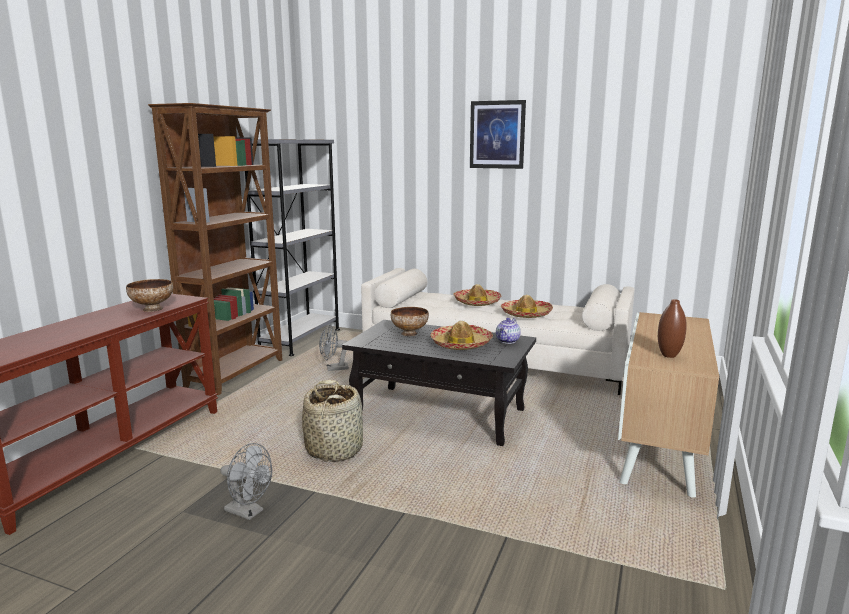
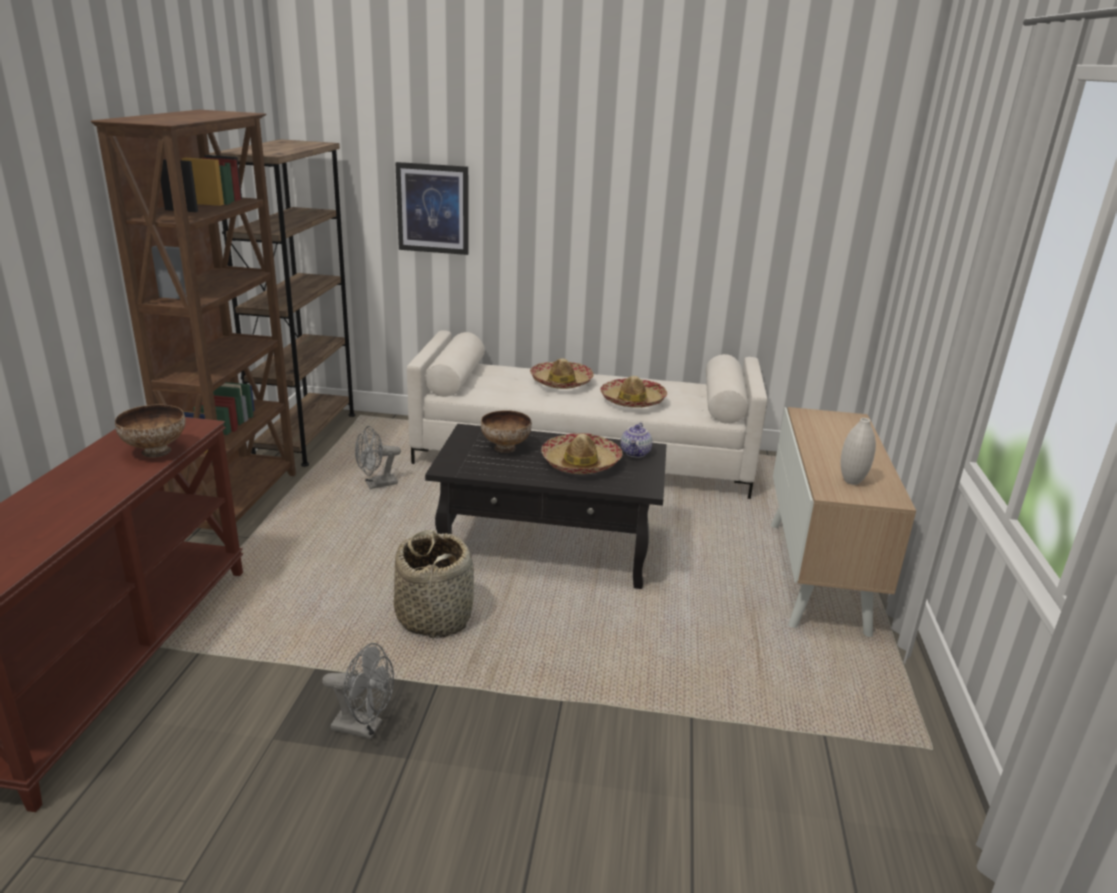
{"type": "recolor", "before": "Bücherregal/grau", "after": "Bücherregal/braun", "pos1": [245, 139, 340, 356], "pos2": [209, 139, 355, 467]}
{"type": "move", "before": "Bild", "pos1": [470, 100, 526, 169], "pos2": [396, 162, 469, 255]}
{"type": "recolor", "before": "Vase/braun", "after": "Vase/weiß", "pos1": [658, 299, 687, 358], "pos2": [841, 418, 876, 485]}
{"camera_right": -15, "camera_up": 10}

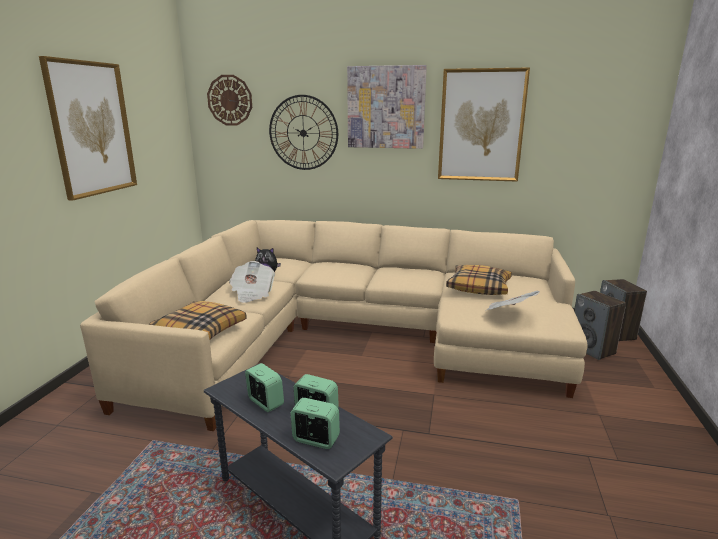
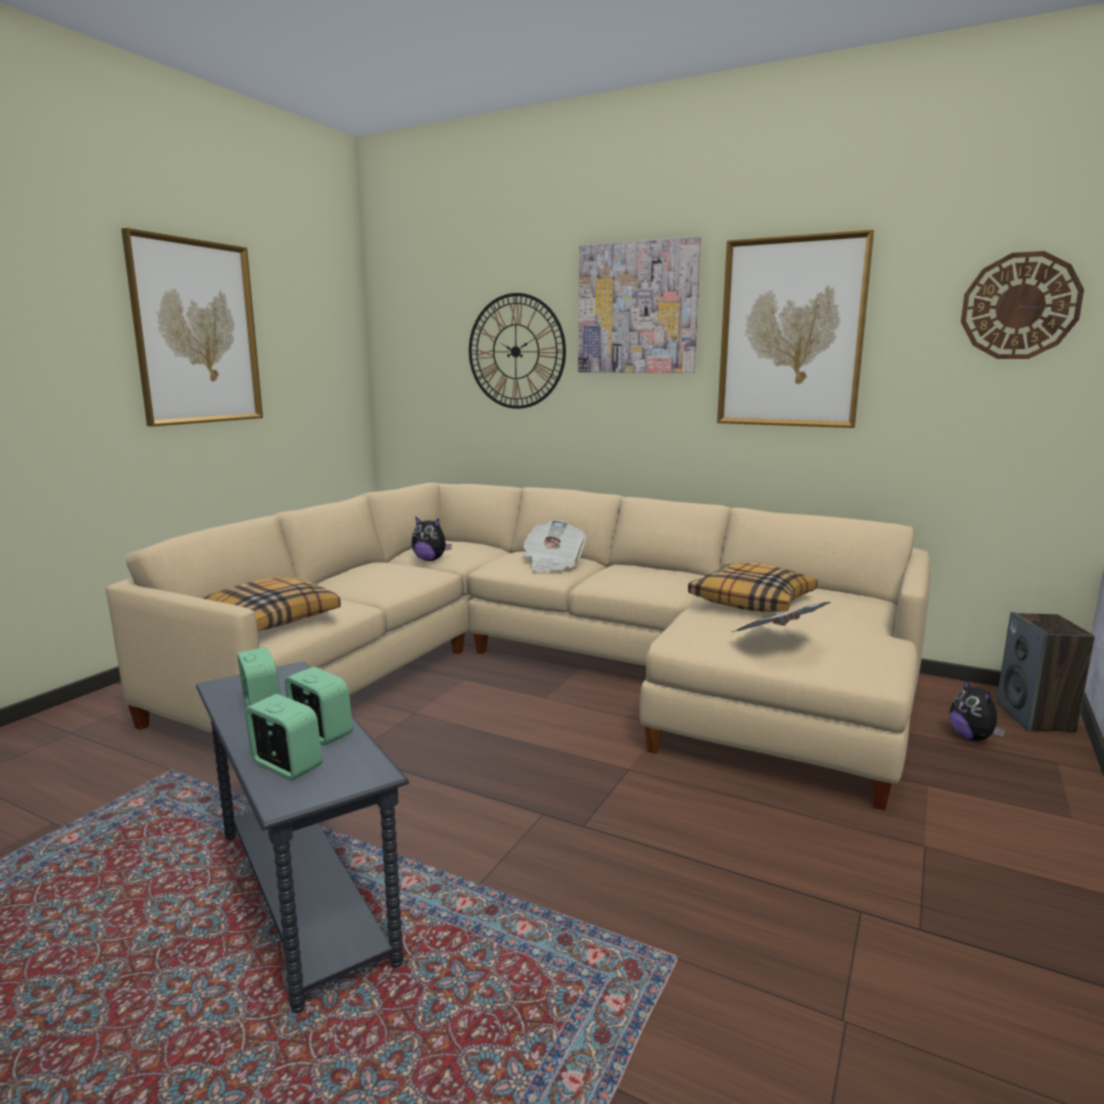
{"type": "move", "before": "Zeitung", "pos1": [229, 261, 275, 303], "pos2": [523, 520, 587, 572]}
{"type": "replace", "before": "Lautsprecher", "after": "Plüschtier", "pos1": [574, 291, 626, 360], "pos2": [949, 678, 1005, 741]}
{"type": "move", "before": "Wanduhr", "pos1": [207, 75, 252, 125], "pos2": [961, 251, 1084, 359]}
{"camera_right": 15, "camera_up": -5}

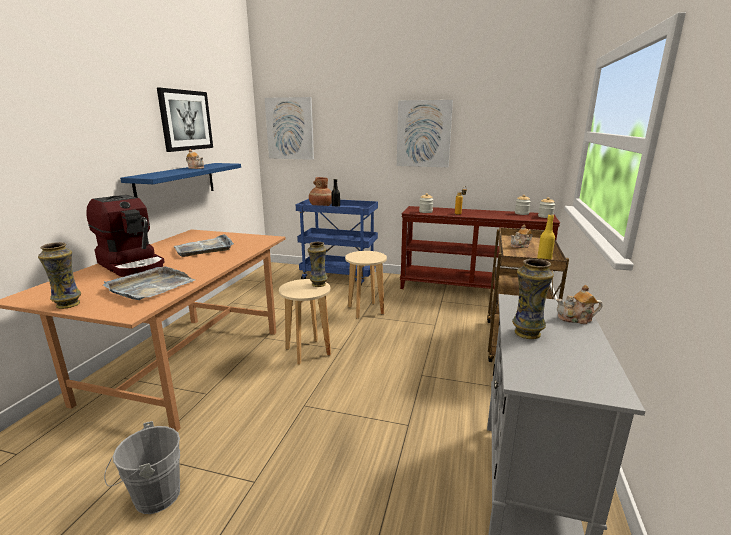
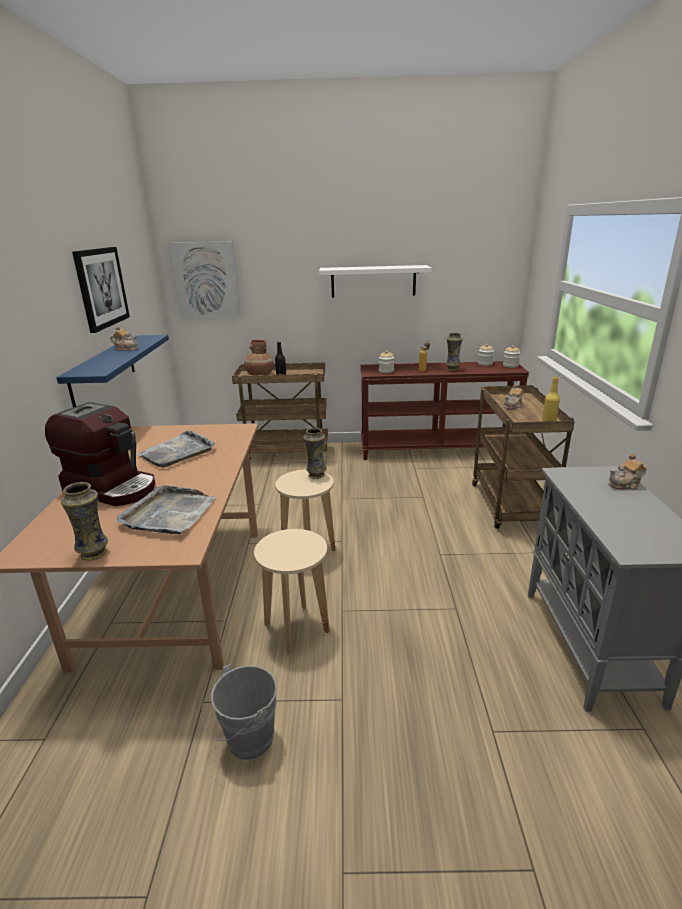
{"type": "recolor", "before": "Rollwagen/blau", "after": "Rollwagen/braun", "pos1": [296, 199, 378, 285], "pos2": [232, 362, 328, 460]}
{"type": "move", "before": "Hocker/beige", "pos1": [345, 251, 387, 319], "pos2": [254, 529, 330, 653]}
{"type": "replace", "before": "Bild", "after": "Wandregal/weiß", "pos1": [397, 100, 453, 167], "pos2": [319, 265, 432, 298]}
{"type": "move", "before": "Vase", "pos1": [512, 259, 554, 339], "pos2": [446, 333, 462, 371]}
{"camera_right": -15, "camera_up": 5}

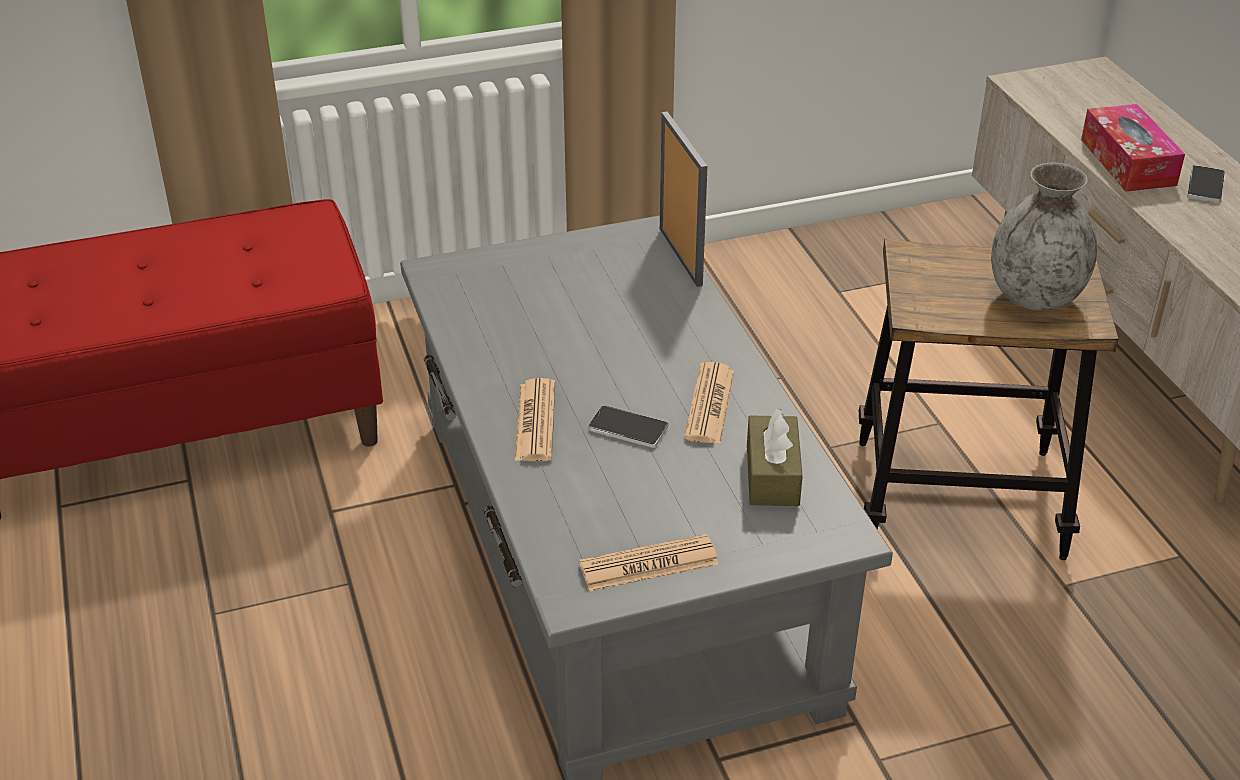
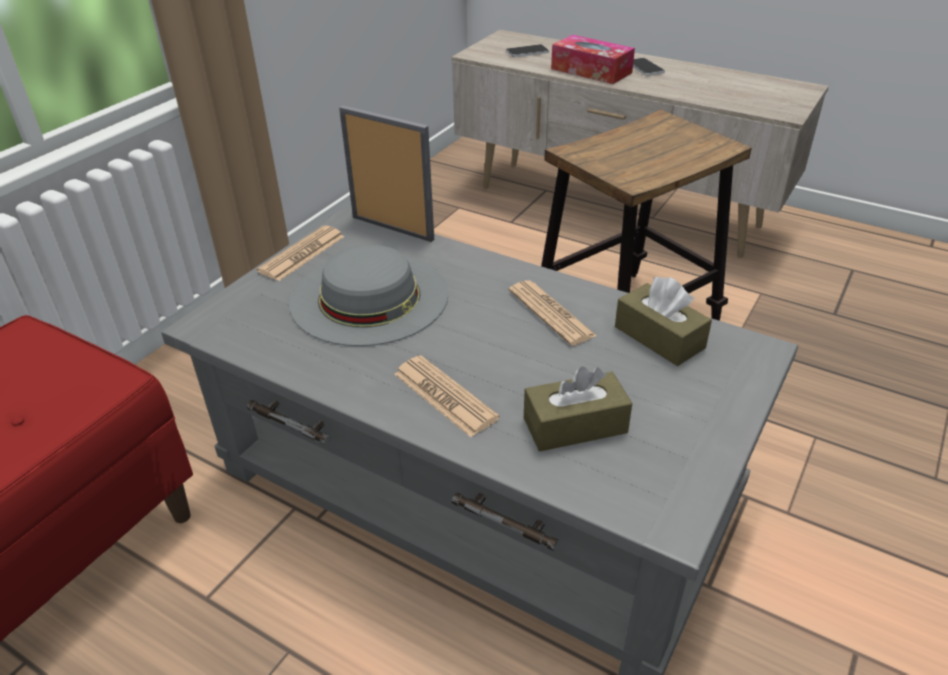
{"type": "move", "before": "Zeitung", "pos1": [579, 534, 719, 591], "pos2": [257, 226, 345, 281]}
{"type": "insert", "after": "Hut/grau", "pos2": [289, 245, 448, 346]}
{"type": "move", "before": "Handy", "pos1": [588, 405, 668, 448], "pos2": [506, 44, 549, 57]}
{"type": "insert", "after": "Taschentuchbox/braun", "pos2": [524, 367, 632, 451]}
{"type": "delete", "before": "Vase/grau", "pos1": [991, 163, 1097, 311]}
{"camera_right": -40, "camera_up": 0}

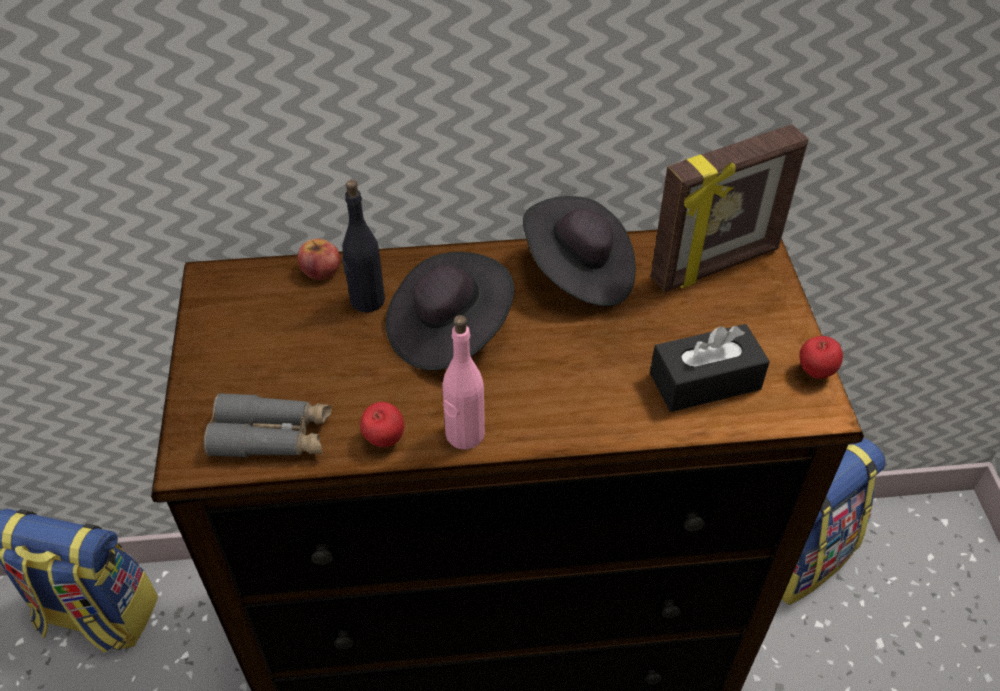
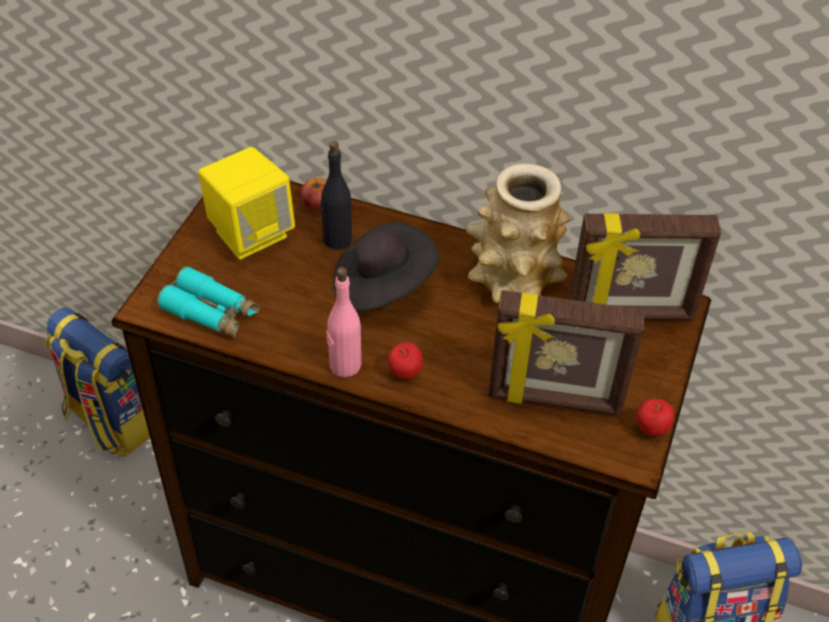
{"type": "recolor", "before": "Fernglas/grau", "after": "Fernglas/türkis", "pos1": [204, 392, 332, 458], "pos2": [157, 266, 260, 338]}
{"type": "insert", "after": "Lautsprecher/gelb", "pos2": [198, 147, 295, 260]}
{"type": "move", "before": "Apfel", "pos1": [360, 402, 405, 447], "pos2": [388, 342, 423, 379]}
{"type": "replace", "before": "Hut/schwarz", "after": "Vase", "pos1": [523, 196, 636, 306], "pos2": [466, 164, 570, 303]}
{"type": "replace", "before": "Taschentuchbox/schwarz", "after": "Bilderrahmen", "pos1": [650, 324, 770, 412], "pos2": [488, 290, 645, 416]}
{"camera_right": 25, "camera_up": 0}

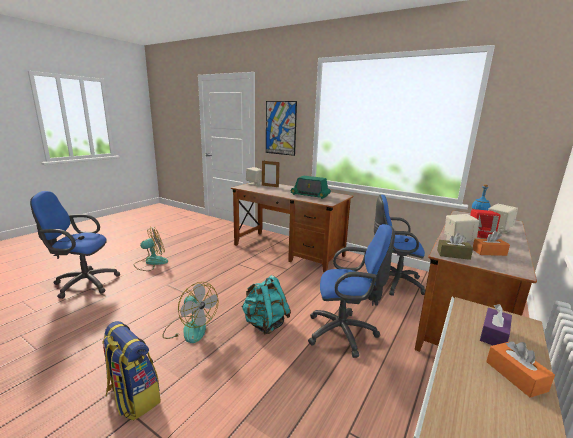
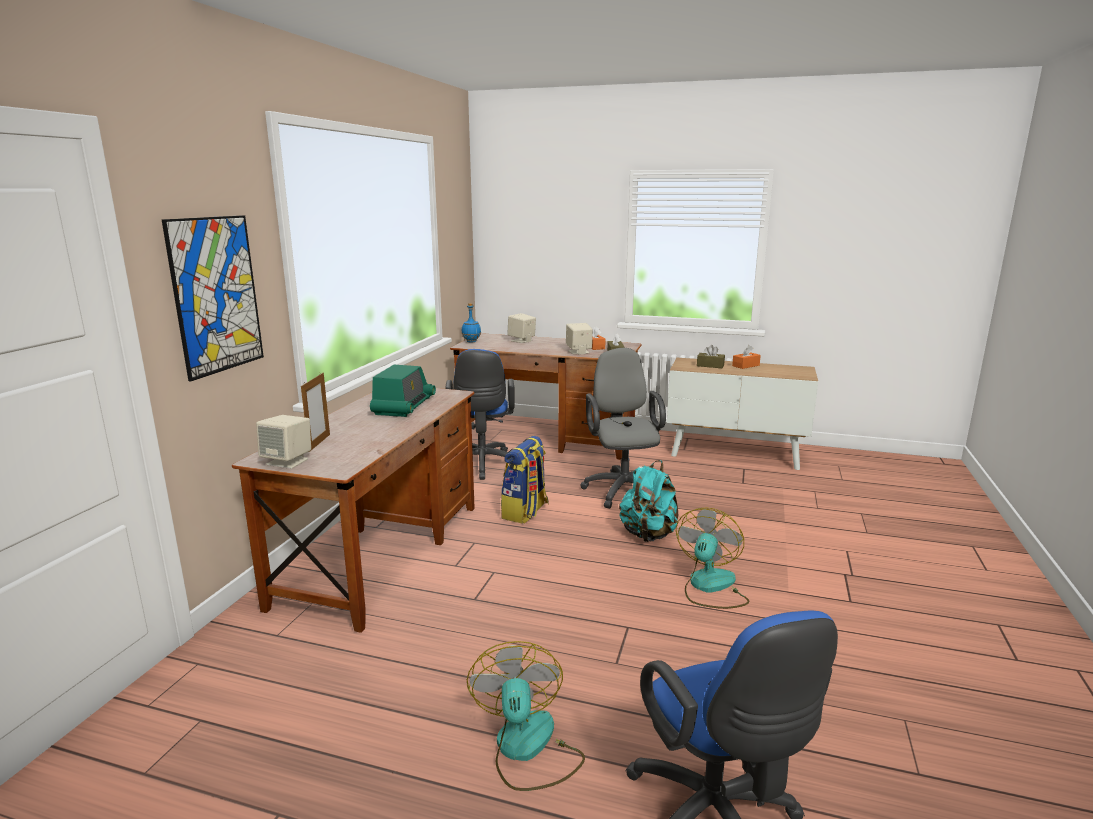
{"type": "rotate", "before": "Ventilator", "pos1": [134, 227, 168, 271], "pos2": [467, 641, 585, 791], "turn": 45}
{"type": "move", "before": "Rucksack", "pos1": [102, 321, 161, 420], "pos2": [501, 436, 549, 524]}
{"type": "recolor", "before": "Bürostuhl/blau", "after": "Bürostuhl/grau", "pos1": [308, 224, 395, 358], "pos2": [580, 348, 666, 509]}
{"type": "recolor", "before": "Taschentuchbox/lila", "after": "Taschentuchbox/braun", "pos1": [480, 304, 512, 345], "pos2": [697, 345, 725, 368]}
{"type": "delete", "before": "Lautsprecher/rot", "pos1": [470, 209, 501, 238]}
{"camera_right": -105, "camera_up": 0}

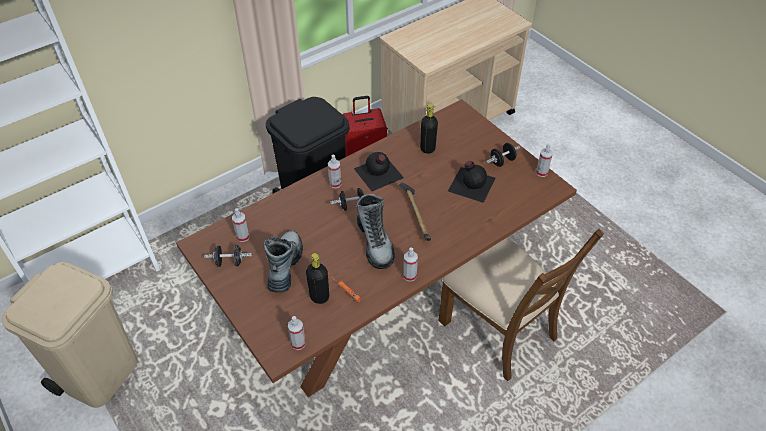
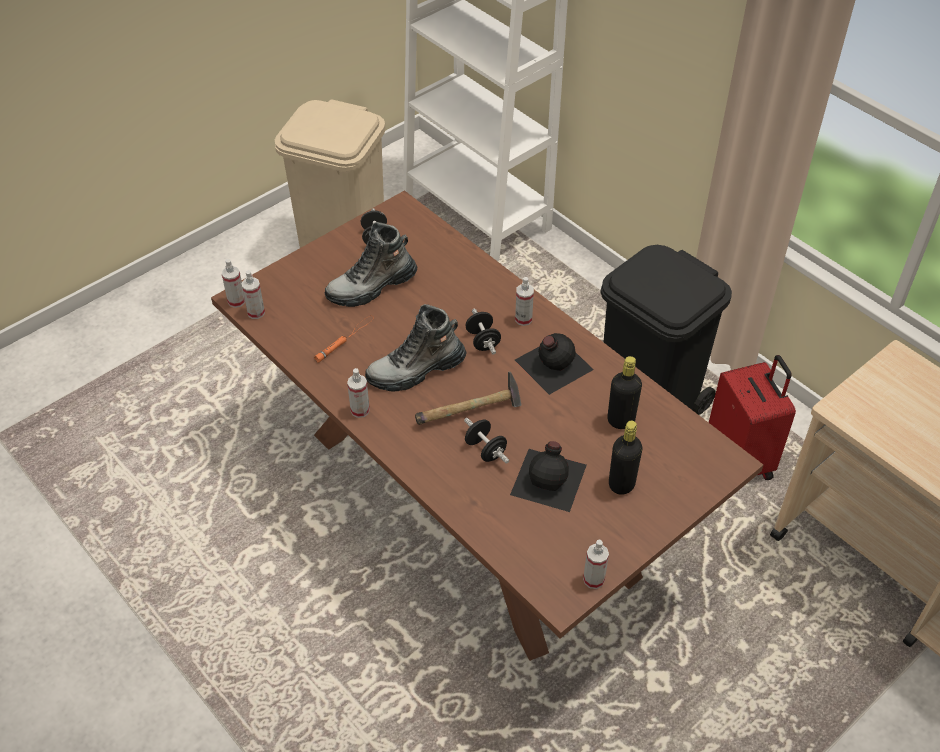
{"type": "move", "before": "Sprühflasche", "pos1": [232, 208, 250, 242], "pos2": [222, 259, 245, 308]}
{"type": "rotate", "before": "Stiefel", "pos1": [264, 230, 303, 293], "pos2": [325, 222, 418, 307], "turn": 150}
{"type": "move", "before": "Hantel/schwarz", "pos1": [486, 143, 520, 167], "pos2": [464, 418, 509, 464]}
{"type": "move", "before": "Flasche/schwarz", "pos1": [306, 253, 329, 304], "pos2": [609, 421, 642, 495]}
{"type": "delete", "before": "Stuhl/braun", "pos1": [439, 229, 604, 381]}
{"camera_right": 85, "camera_up": 0}

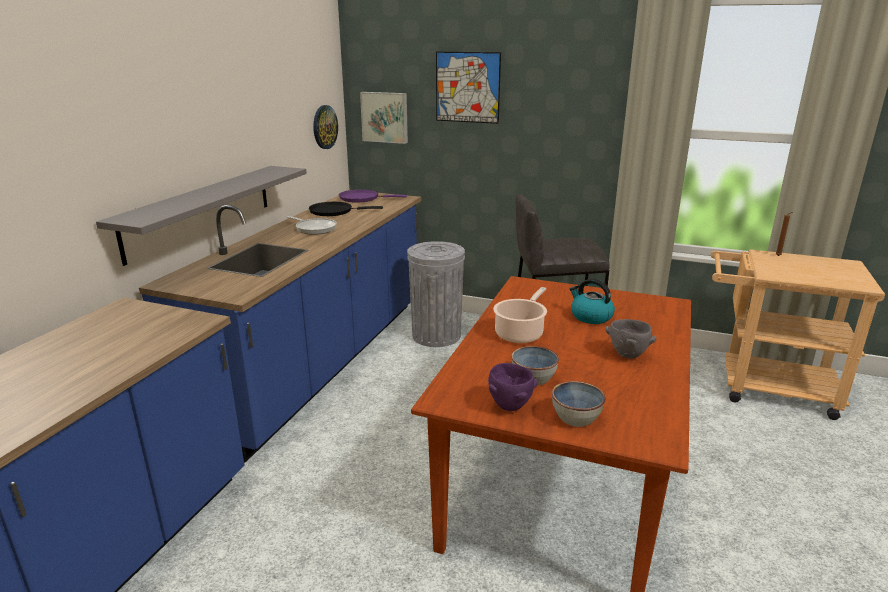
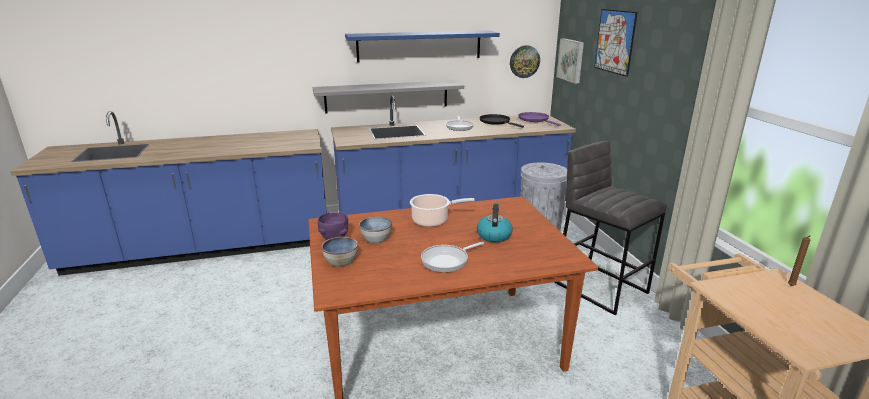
{"type": "insert", "after": "Wandregal/blau", "pos2": [345, 30, 500, 62]}
{"type": "replace", "before": "Schüssel/grau", "after": "Pfanne", "pos1": [605, 319, 657, 359], "pos2": [421, 242, 484, 272]}
{"camera_right": 55, "camera_up": 0}

